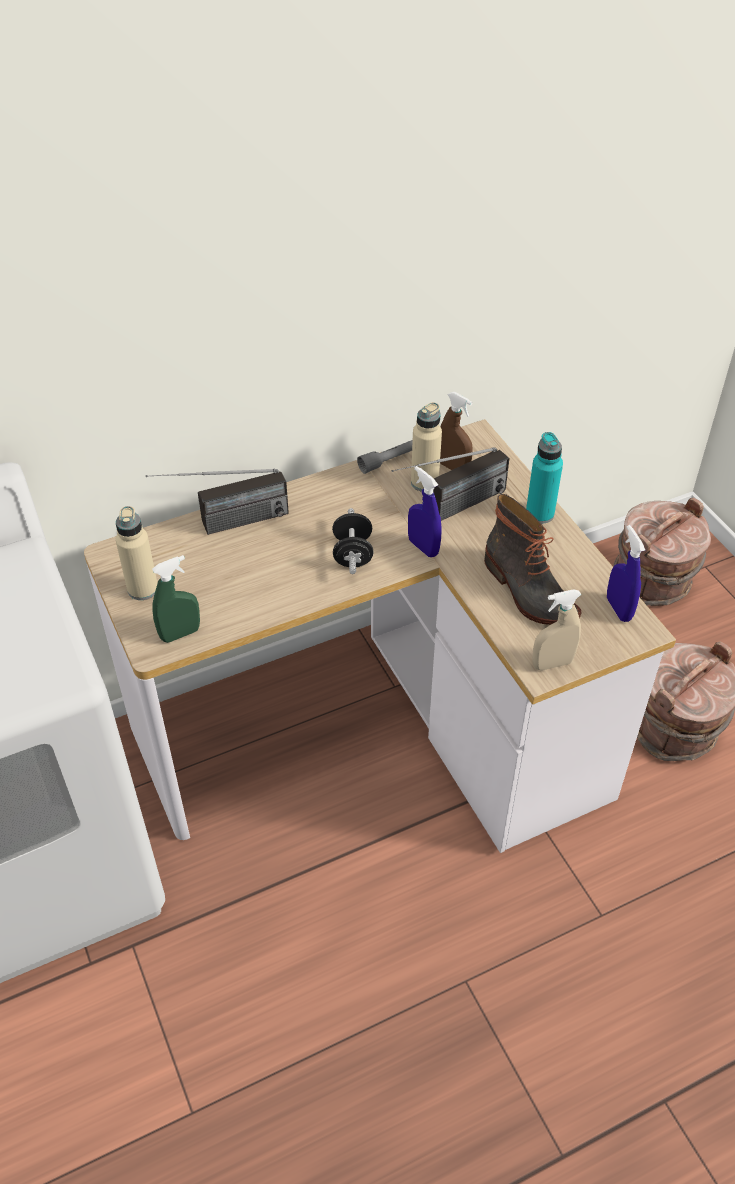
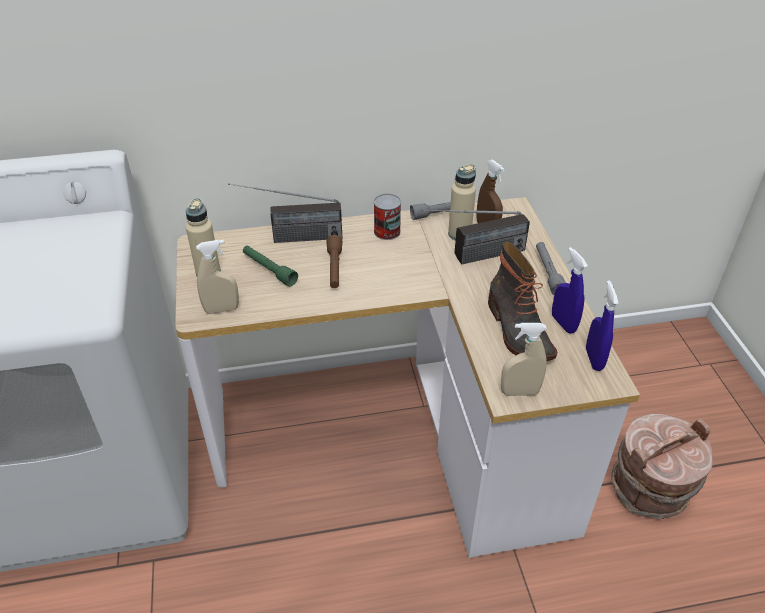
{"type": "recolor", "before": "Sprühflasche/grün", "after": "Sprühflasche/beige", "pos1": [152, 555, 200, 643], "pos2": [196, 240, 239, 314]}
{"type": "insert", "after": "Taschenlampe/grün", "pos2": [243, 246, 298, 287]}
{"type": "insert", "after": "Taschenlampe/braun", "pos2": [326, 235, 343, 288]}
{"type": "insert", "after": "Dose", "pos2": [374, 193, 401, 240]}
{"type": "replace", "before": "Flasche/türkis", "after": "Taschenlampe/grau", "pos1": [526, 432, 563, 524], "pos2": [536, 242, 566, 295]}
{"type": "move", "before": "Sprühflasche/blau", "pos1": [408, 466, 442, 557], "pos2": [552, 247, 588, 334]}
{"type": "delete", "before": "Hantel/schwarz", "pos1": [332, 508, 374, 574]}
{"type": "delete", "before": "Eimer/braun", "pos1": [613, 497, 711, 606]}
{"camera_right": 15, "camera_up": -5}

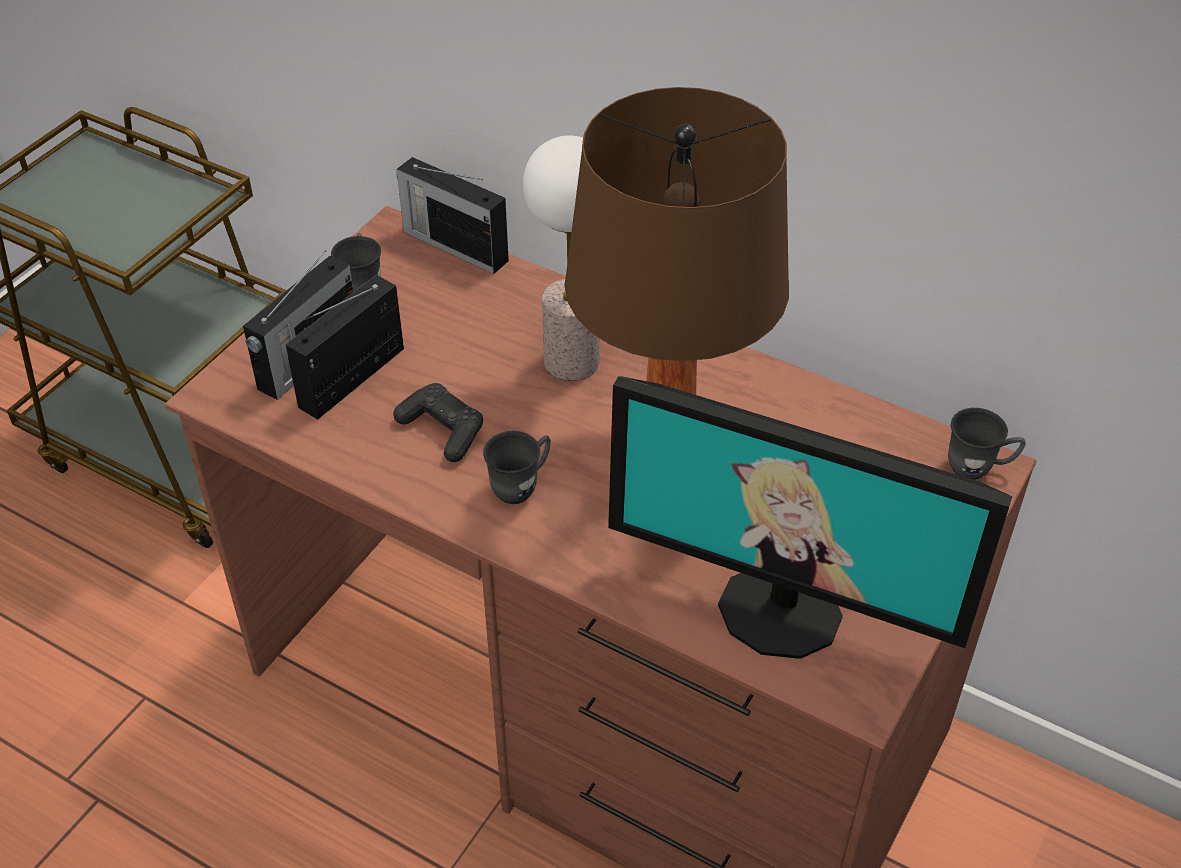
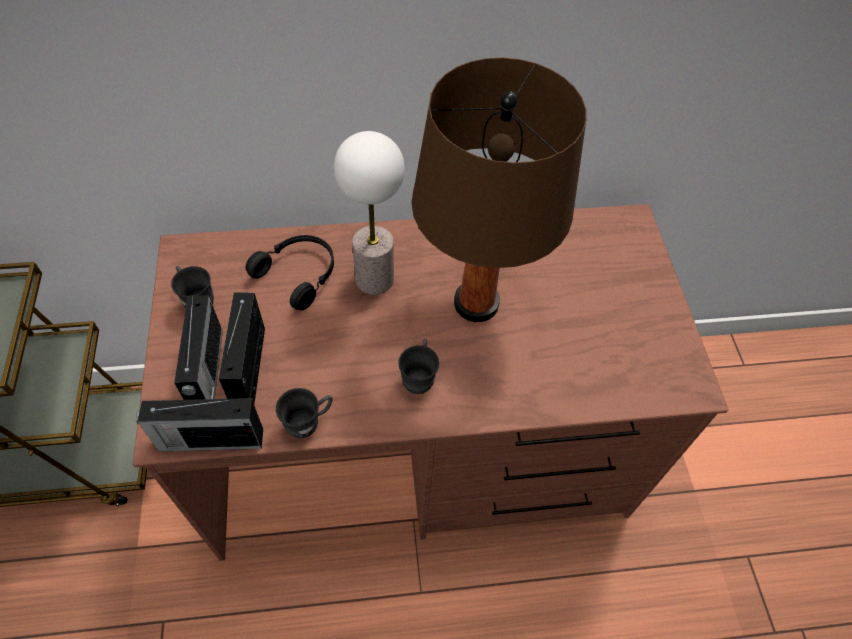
{"type": "move", "before": "Radio", "pos1": [397, 157, 509, 274], "pos2": [136, 398, 263, 452]}
{"type": "insert", "after": "Kopfhörer/schwarz", "pos2": [246, 235, 334, 310]}
{"type": "move", "before": "Henkelbecher/grau", "pos1": [948, 408, 1026, 480], "pos2": [276, 388, 332, 438]}
{"type": "delete", "before": "Gamepad/schwarz", "pos1": [393, 383, 483, 462]}
{"type": "delete", "before": "Monitor", "pos1": [608, 376, 1013, 659]}
{"camera_right": -40, "camera_up": 10}

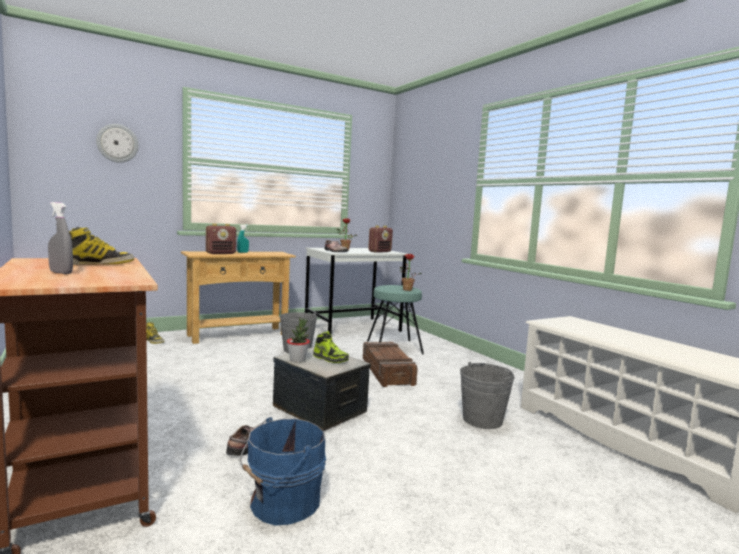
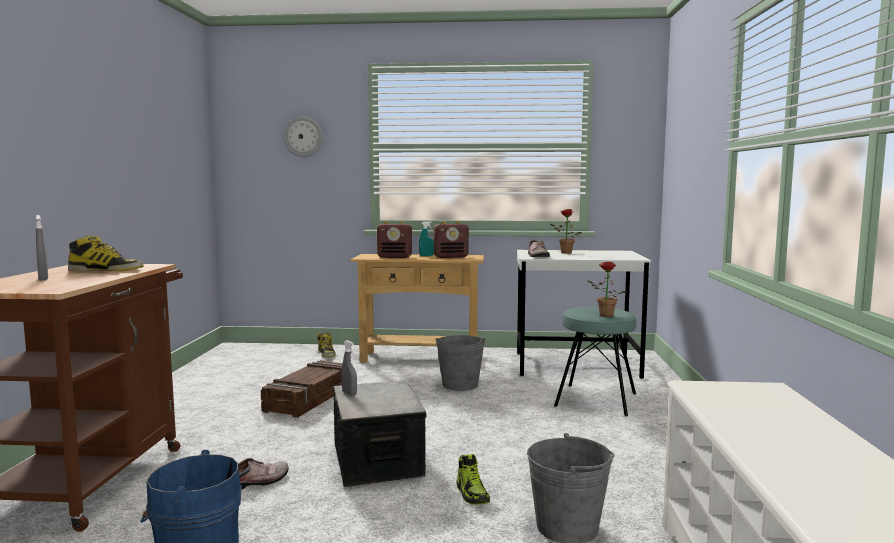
{"type": "move", "before": "Kiste", "pos1": [363, 342, 417, 387], "pos2": [261, 360, 342, 418]}
{"type": "replace", "before": "Topfpflanze", "after": "Sprühflasche/grau", "pos1": [287, 317, 310, 362], "pos2": [341, 340, 357, 396]}
{"type": "move", "before": "Radio", "pos1": [368, 226, 393, 253], "pos2": [434, 221, 469, 258]}
{"type": "move", "before": "Schuh", "pos1": [313, 331, 349, 363], "pos2": [456, 454, 490, 505]}
{"camera_right": 35, "camera_up": 0}

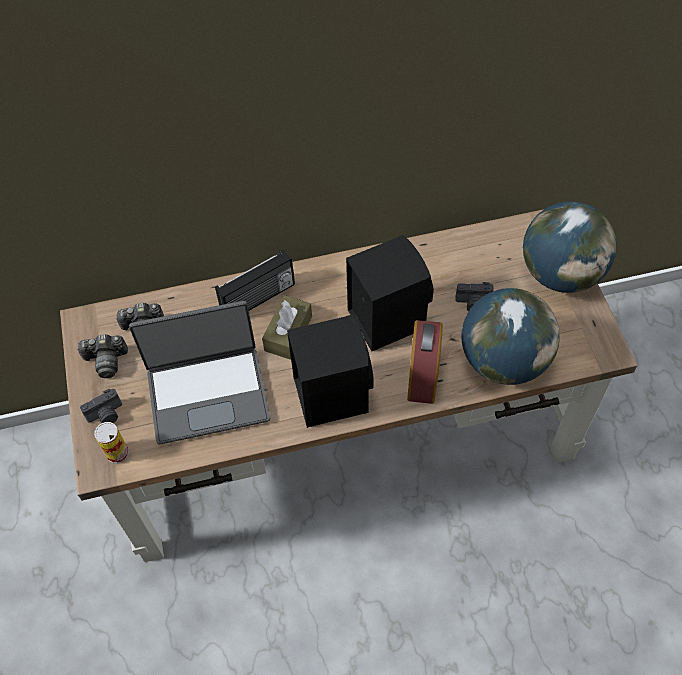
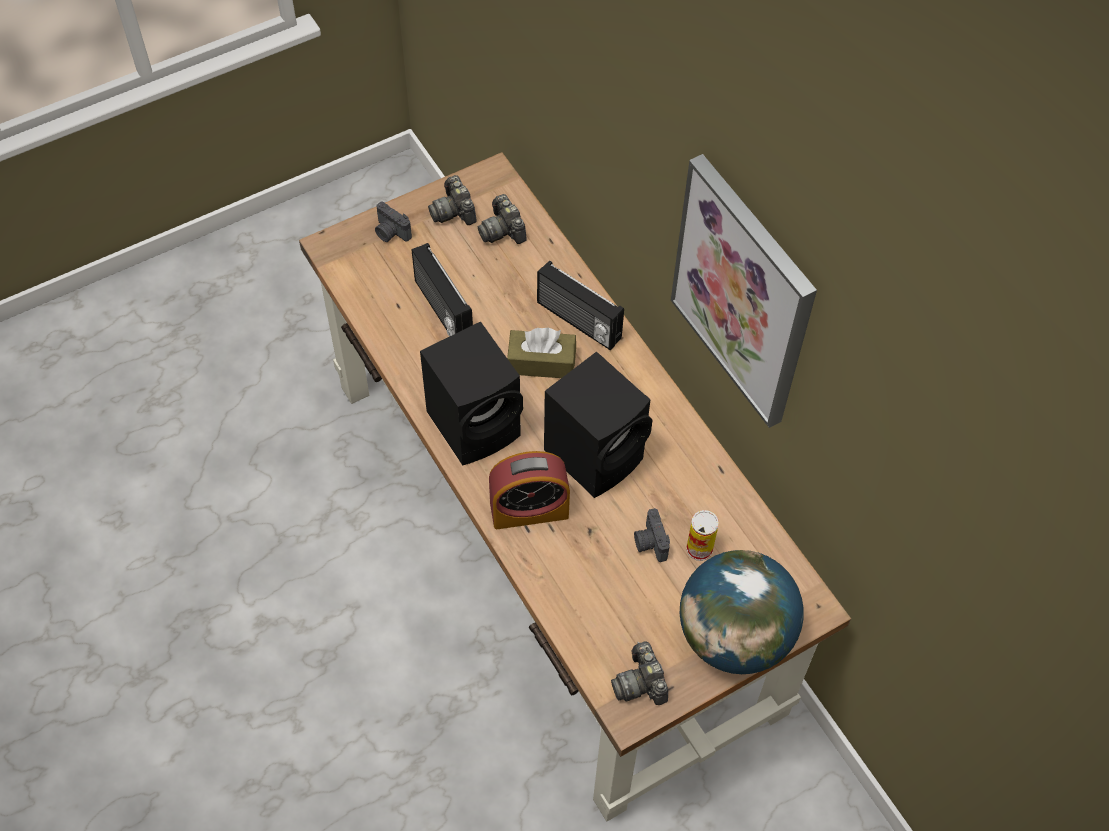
{"type": "replace", "before": "Laptop", "after": "Radio", "pos1": [129, 301, 270, 444], "pos2": [412, 243, 473, 337]}
{"type": "insert", "after": "Kamera", "pos2": [611, 641, 668, 705]}
{"type": "insert", "after": "Bild", "pos2": [671, 154, 817, 428]}
{"type": "move", "before": "Dose", "pos1": [94, 422, 129, 464], "pos2": [686, 510, 719, 561]}
{"type": "delete", "before": "Globus", "pos1": [462, 288, 560, 385]}
{"camera_right": 70, "camera_up": 0}

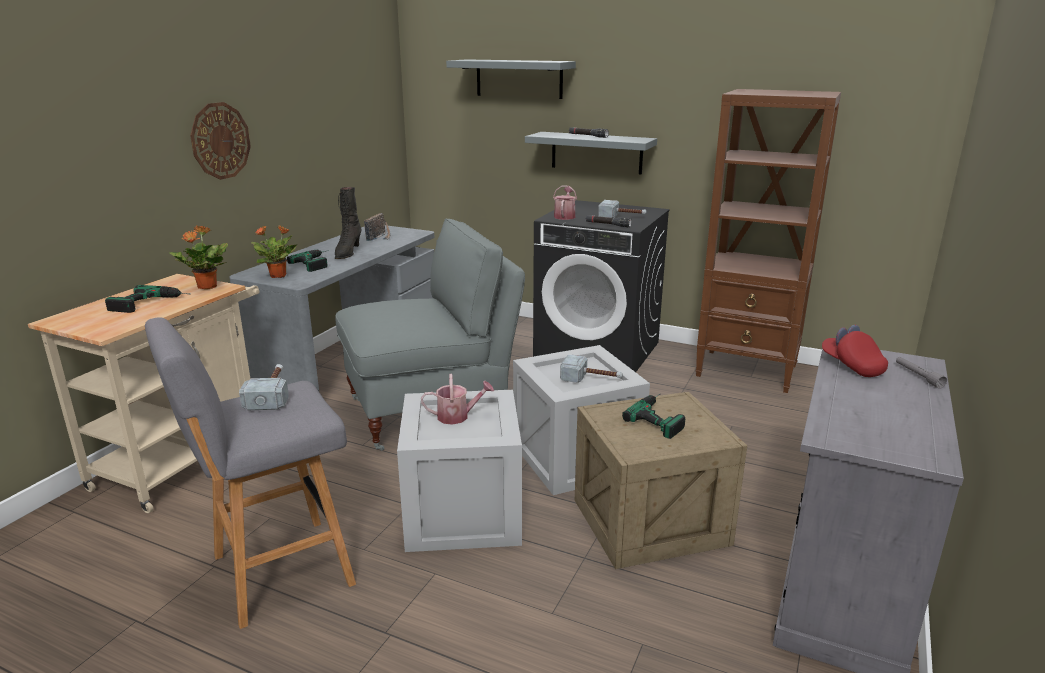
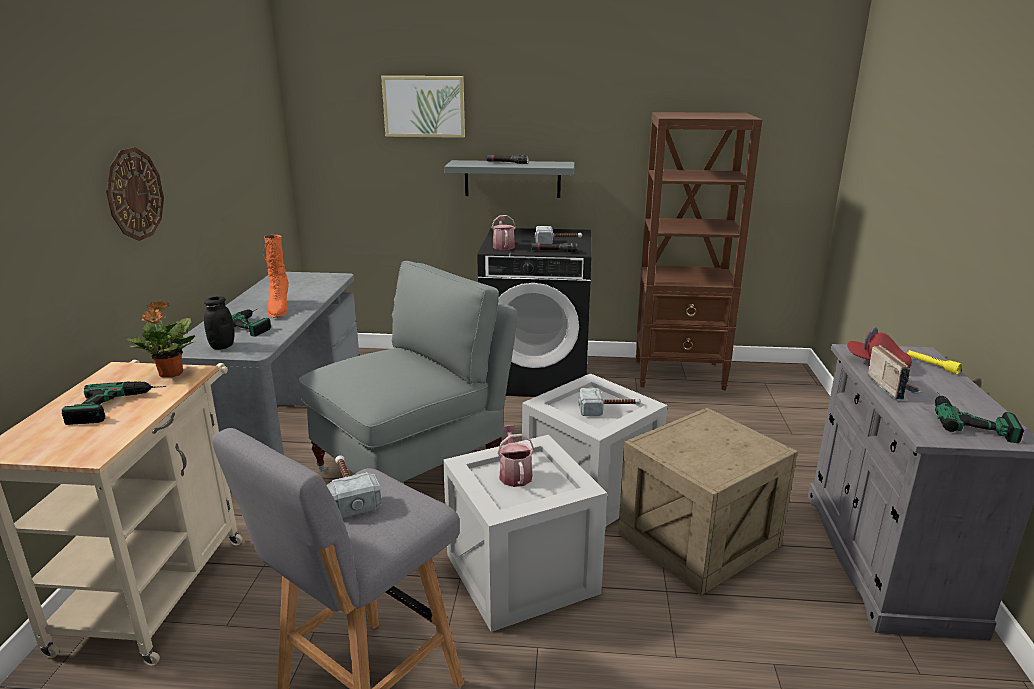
{"type": "replace", "before": "Topfpflanze", "after": "Vorratsglas/schwarz", "pos1": [251, 225, 297, 278], "pos2": [204, 296, 235, 350]}
{"type": "recolor", "before": "Stiefel/schwarz", "after": "Stiefel/orange", "pos1": [335, 187, 361, 259], "pos2": [263, 235, 289, 318]}
{"type": "replace", "before": "Wandregal/grau", "after": "Bild", "pos1": [446, 59, 576, 99], "pos2": [381, 76, 465, 138]}
{"type": "rotate", "before": "Gießkanne", "pos1": [421, 374, 494, 425], "pos2": [497, 425, 534, 487], "turn": -75}
{"type": "move", "before": "Radio", "pos1": [364, 213, 391, 241], "pos2": [868, 345, 922, 400]}
{"type": "recolor", "before": "Taschenlampe/grau", "after": "Taschenlampe/gelb", "pos1": [896, 357, 947, 389], "pos2": [907, 350, 962, 374]}
{"type": "move", "before": "Bohrmaschine", "pos1": [622, 394, 686, 439], "pos2": [935, 392, 1024, 443]}
{"camera_right": -20, "camera_up": 0}

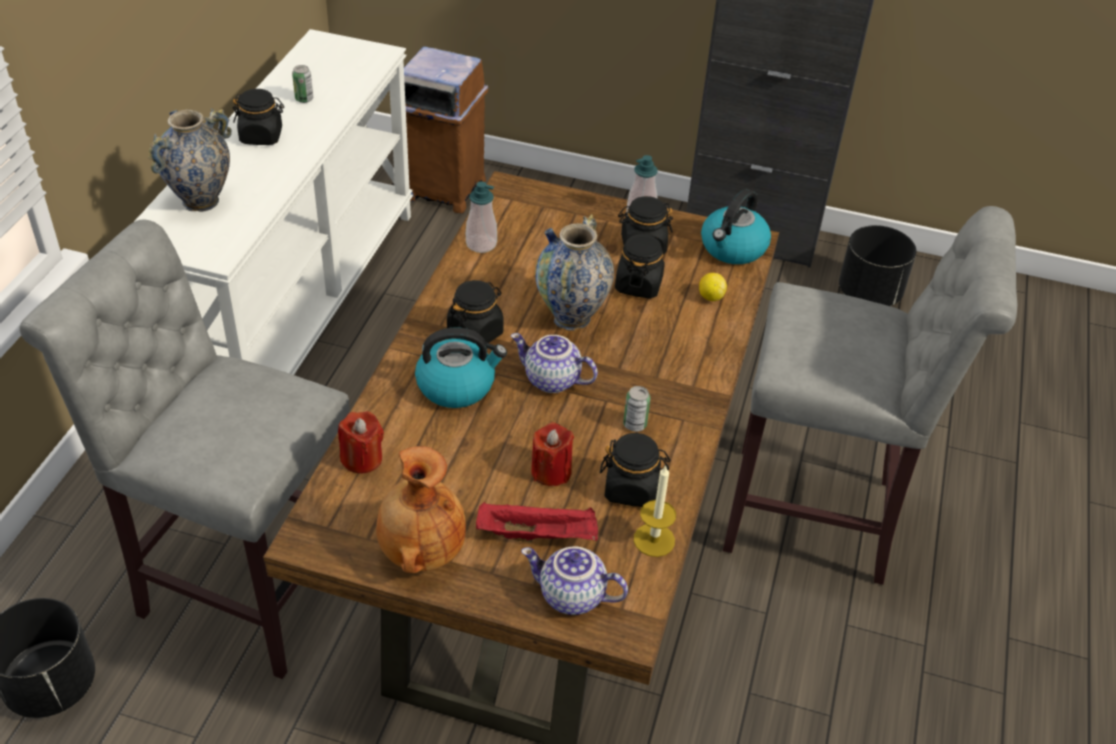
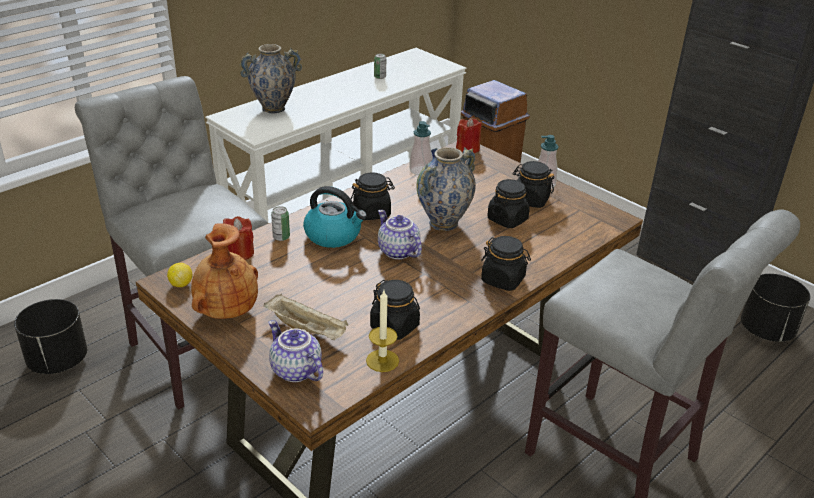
{"type": "move", "before": "Zitrone", "pos1": [699, 273, 727, 301], "pos2": [167, 263, 192, 287]}
{"type": "recolor", "before": "Tablett/rot", "after": "Tablett/beige", "pos1": [476, 502, 598, 542], "pos2": [263, 294, 348, 340]}
{"type": "move", "before": "Dose", "pos1": [623, 386, 651, 432], "pos2": [271, 206, 290, 241]}
{"type": "move", "before": "Kerze/rot", "pos1": [531, 423, 574, 486], "pos2": [456, 118, 482, 153]}
{"type": "move", "before": "Vorratsglas/schwarz", "pos1": [233, 89, 284, 145], "pos2": [481, 236, 531, 291]}
{"type": "delete", "before": "Wasserkessel", "pos1": [701, 189, 771, 264]}
{"camera_right": 30, "camera_up": -10}

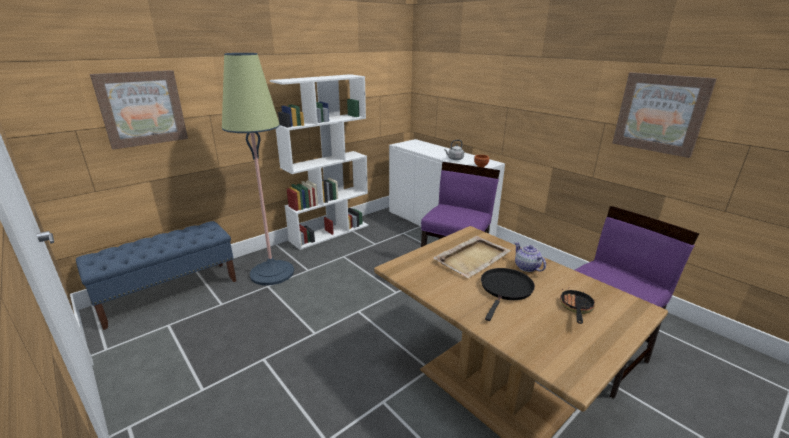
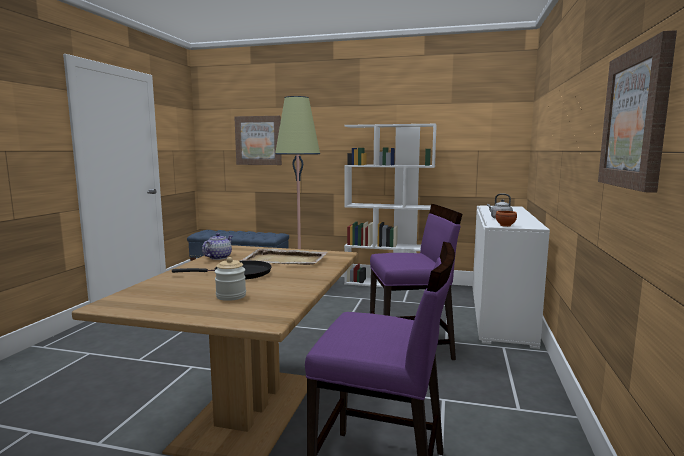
{"type": "move", "before": "Teekanne", "pos1": [514, 242, 546, 272], "pos2": [202, 233, 233, 260]}
{"type": "replace", "before": "Pfanne", "after": "Vorratsglas", "pos1": [560, 287, 595, 324], "pos2": [215, 257, 246, 301]}
{"camera_right": 55, "camera_up": -15}

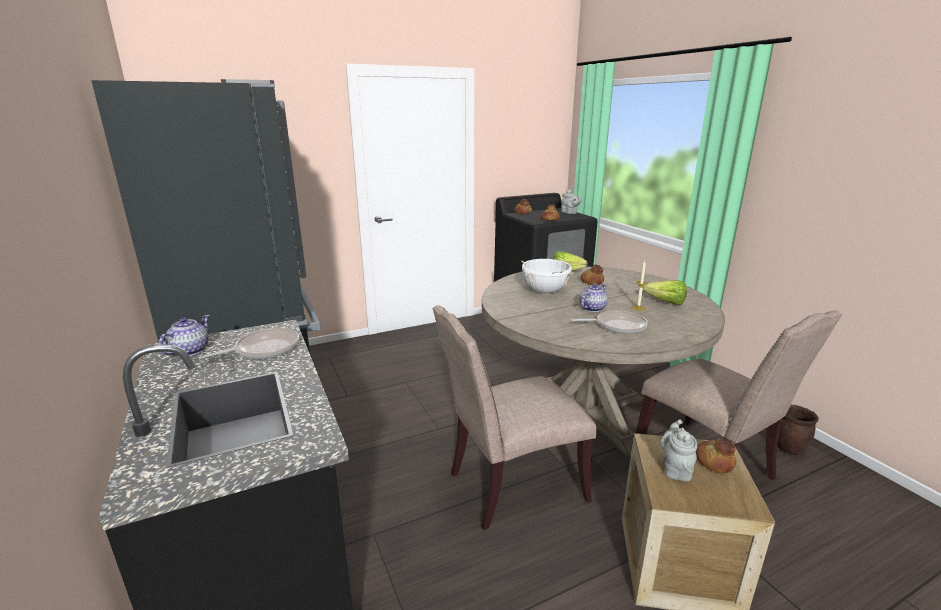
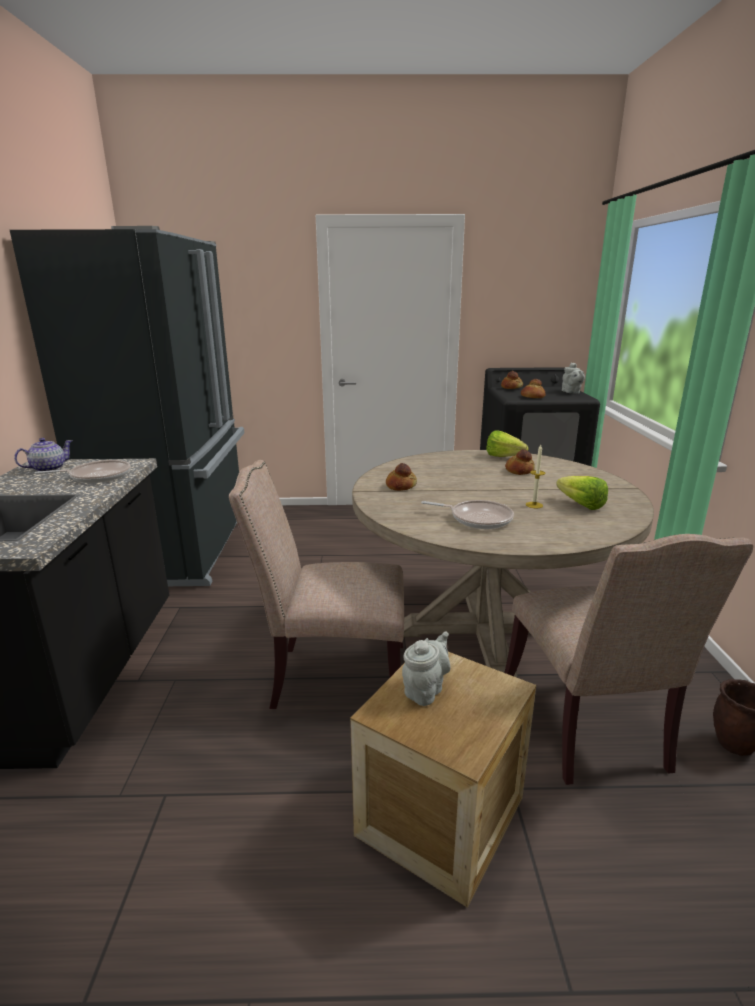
{"type": "move", "before": "Brot", "pos1": [696, 438, 736, 474], "pos2": [386, 463, 417, 491]}
{"type": "delete", "before": "Kochtopf/weiß", "pos1": [521, 259, 574, 293]}
{"type": "delete", "before": "Teekanne", "pos1": [579, 283, 608, 312]}
{"camera_right": 25, "camera_up": 0}

